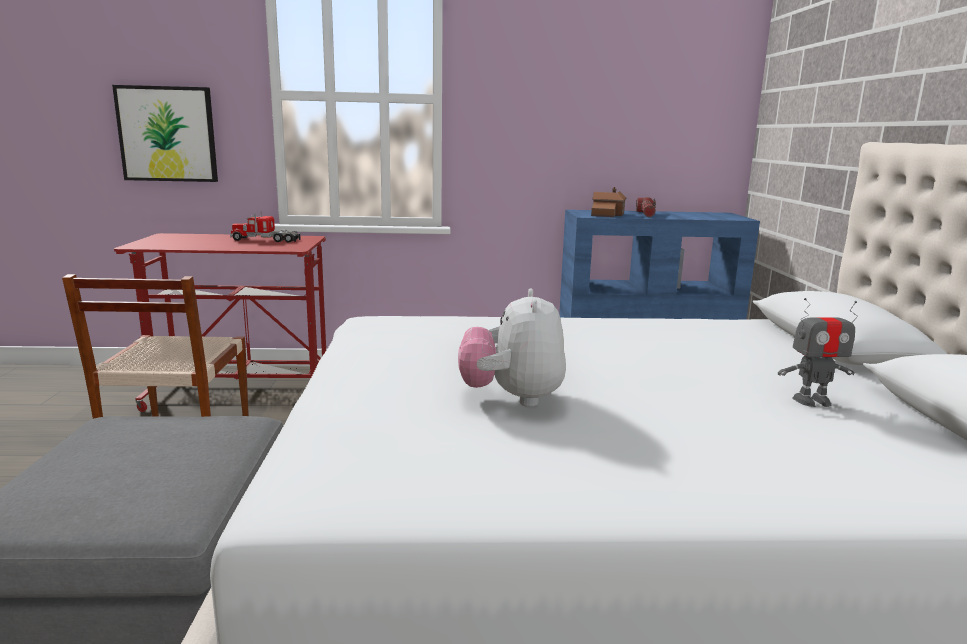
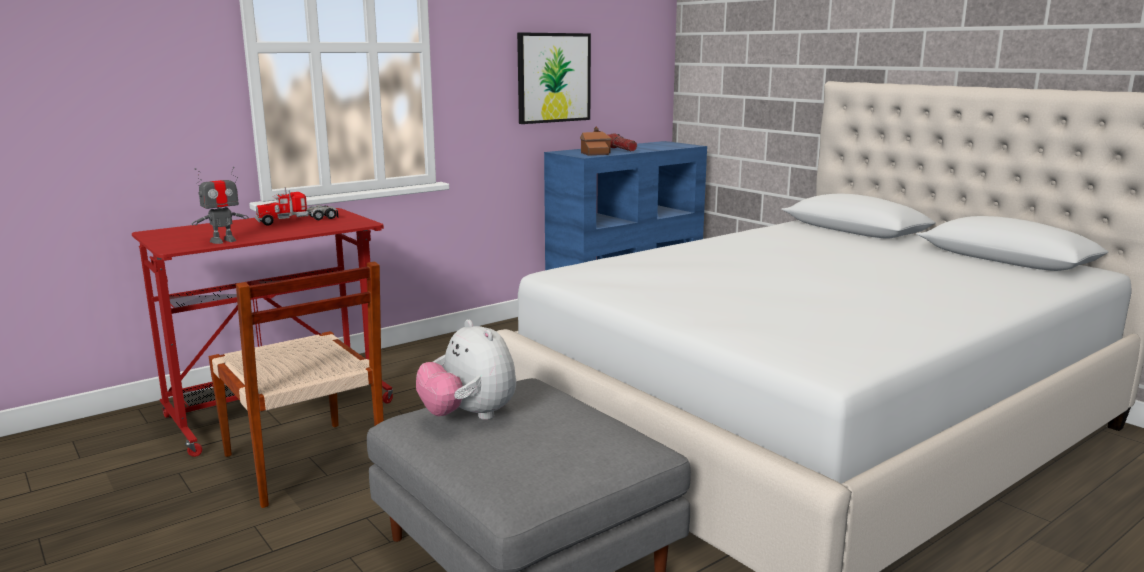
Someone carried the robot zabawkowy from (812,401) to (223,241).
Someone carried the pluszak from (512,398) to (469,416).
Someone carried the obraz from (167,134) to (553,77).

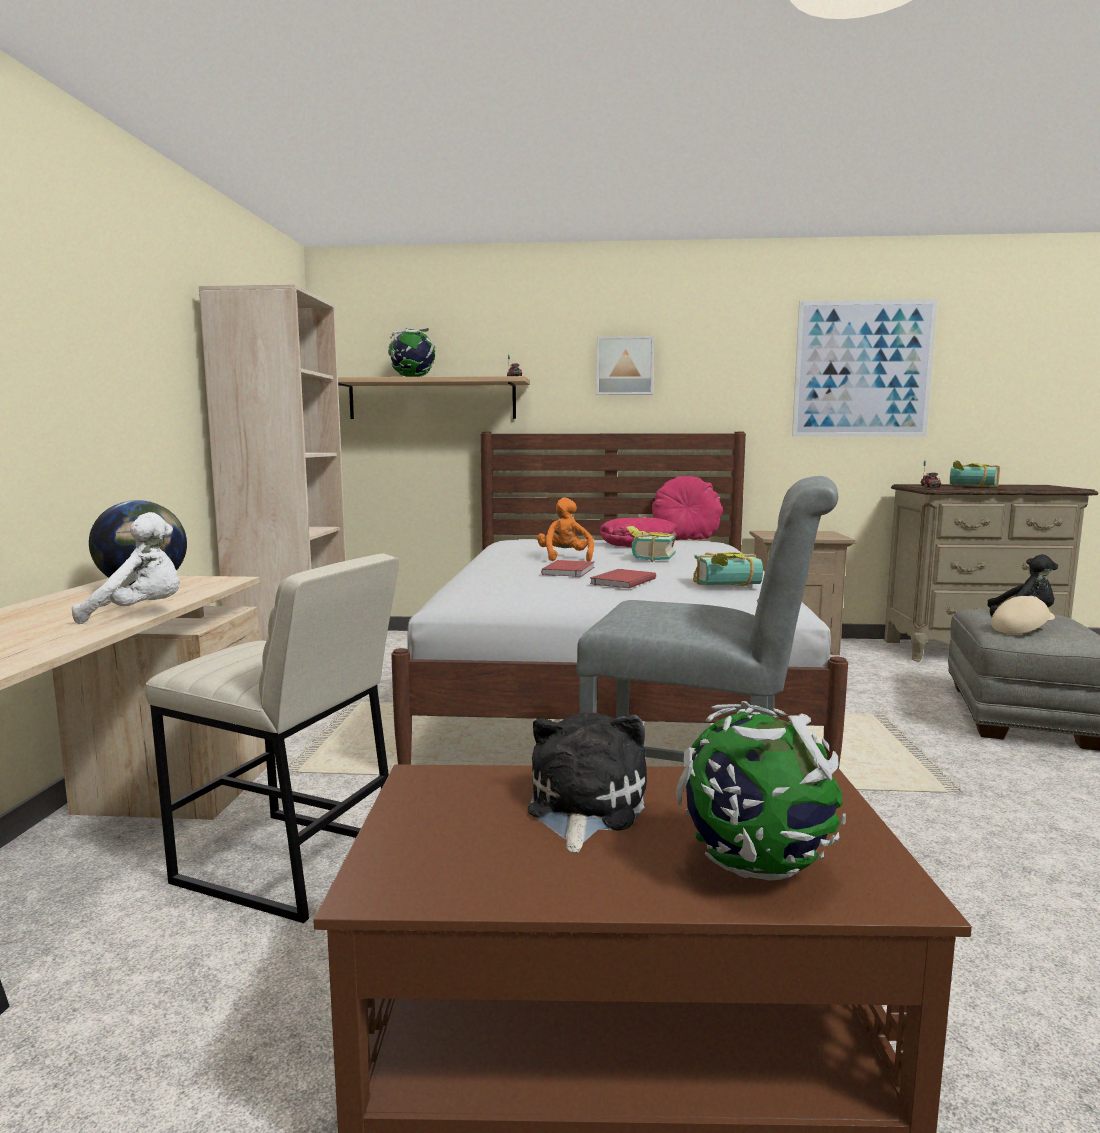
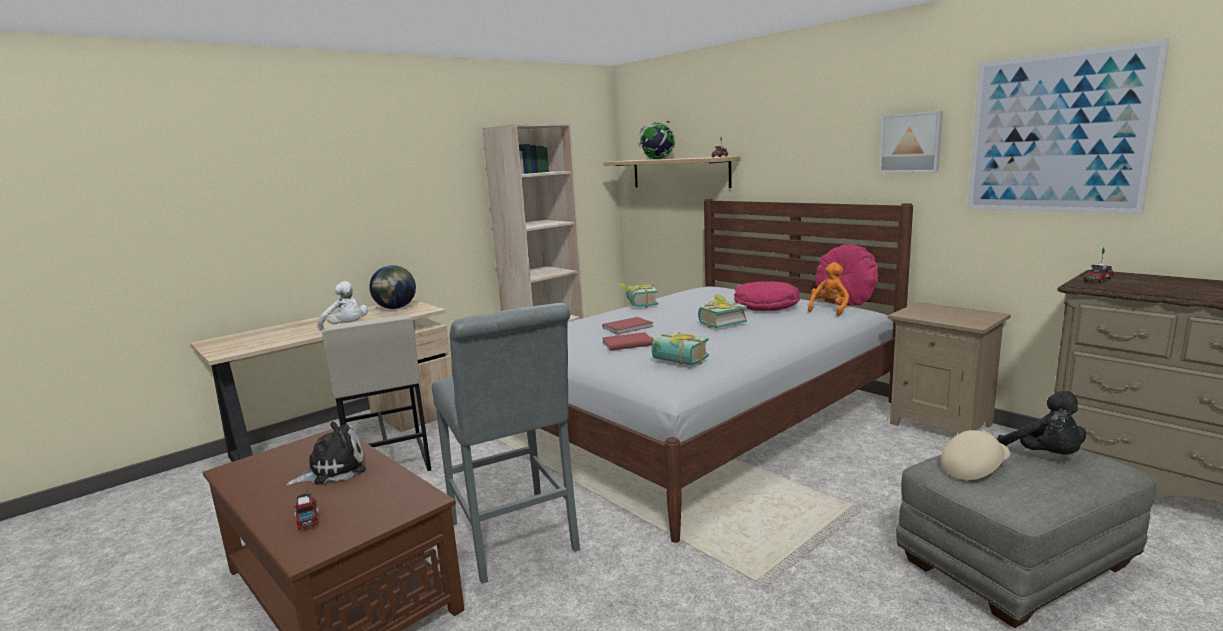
Someone swapped the globus at (754,865) for the ciężarówka zabawkowa at (307,518).
Someone carried the książka from (972,486) to (638,304).
Someone carried the pluszak/pomarańczowy from (565,558) to (829,309).
Someone carried the obraz from (624,366) to (911,142).
Someone rotated the czapka z daszkiem/beżowy at (1021,630) by 45 degrees counterclockwise.

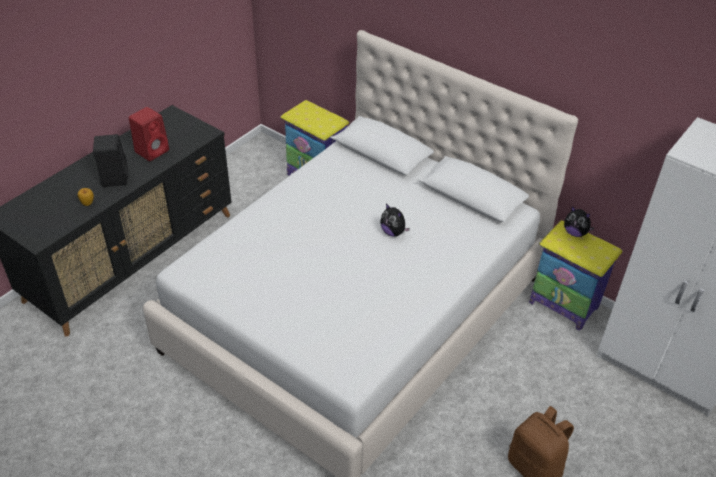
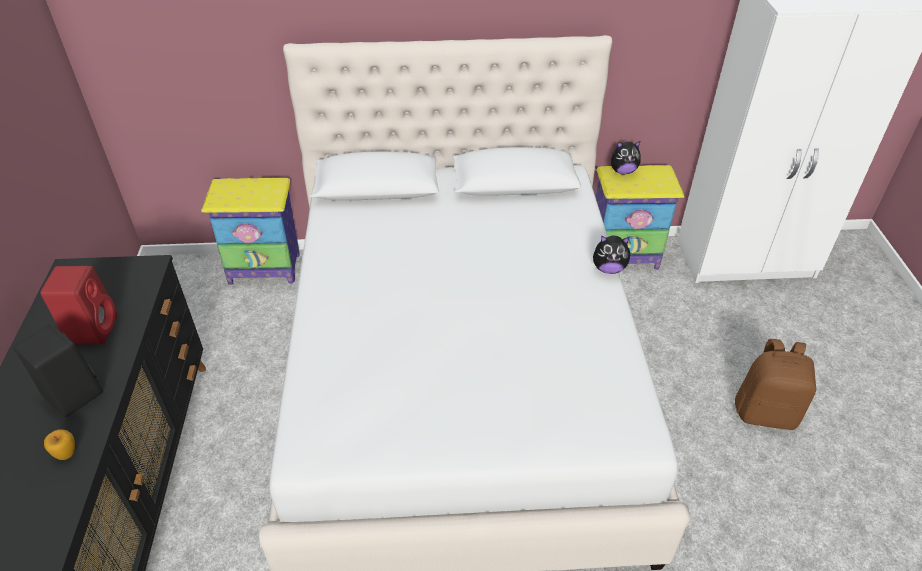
Someone carried the pluszak from (393,232) to (608,269).

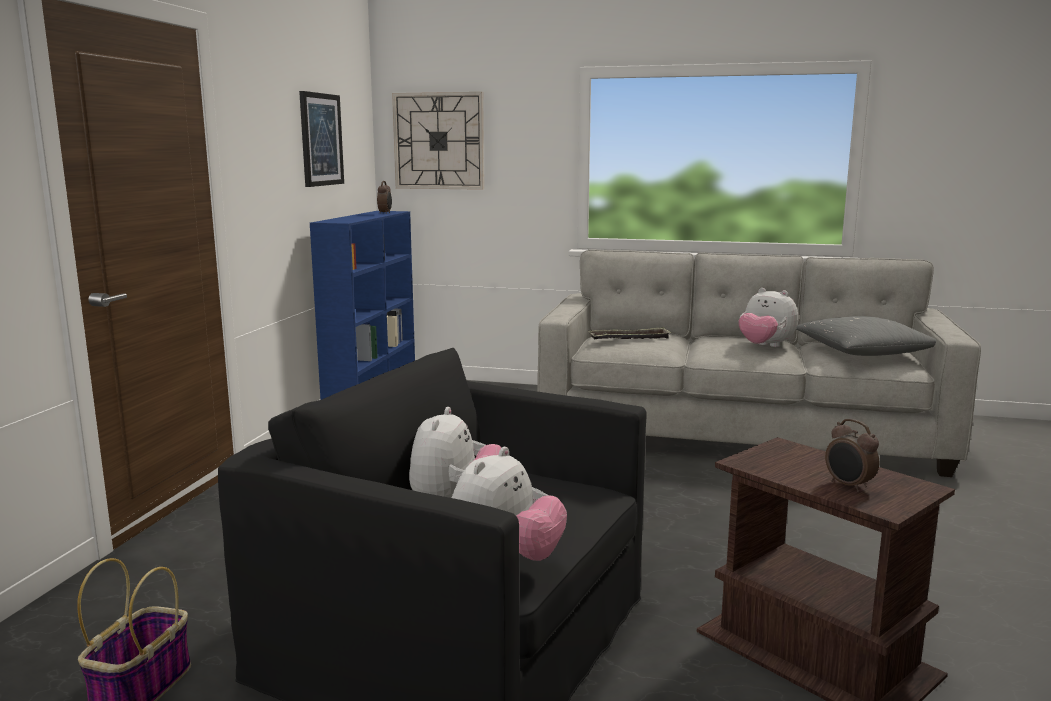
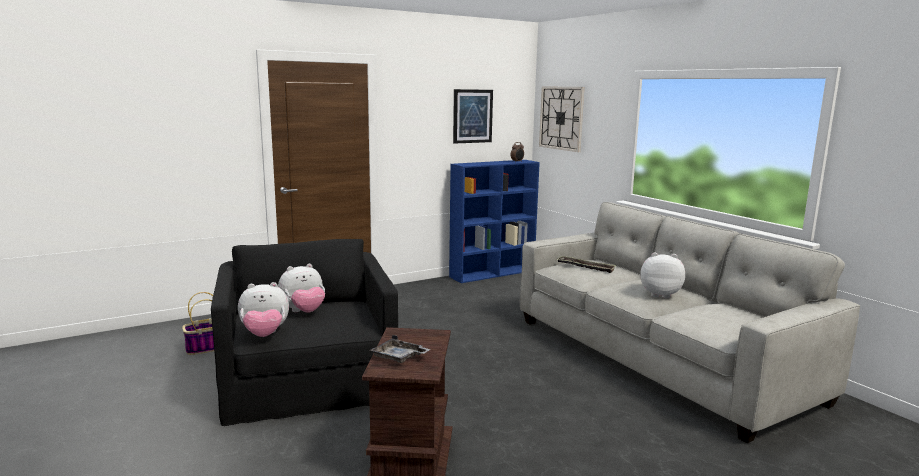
Someone swapped the budzik at (848,486) for the taca/szary at (399,357).
Someone rotated the pluszak at (765,346) by 105 degrees clockwise.
Someone took away the poduszka/szary at (862,352).

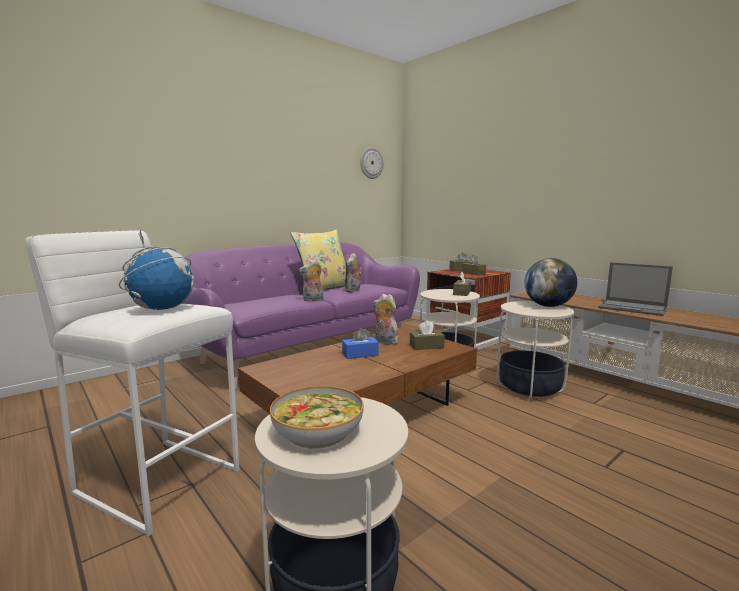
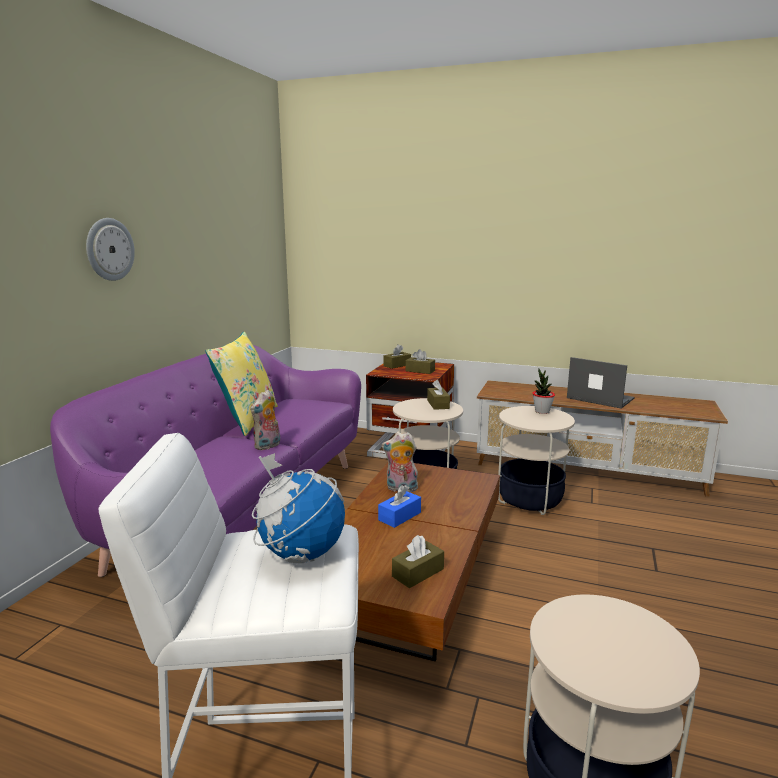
Someone carried the zegar ścienny from (371,163) to (109,249).
Someone carried the pudełko chusteczek/brązowy from (426,346) to (418,573).
Someone swapped the globus at (548,306) for the roślina doniczkowa at (542,411).
Someone rotated the laptop at (633,308) by 150 degrees counterclockwise.
Someone took away the miska at (317,431).
Someone took away the pluszak at (353,290).

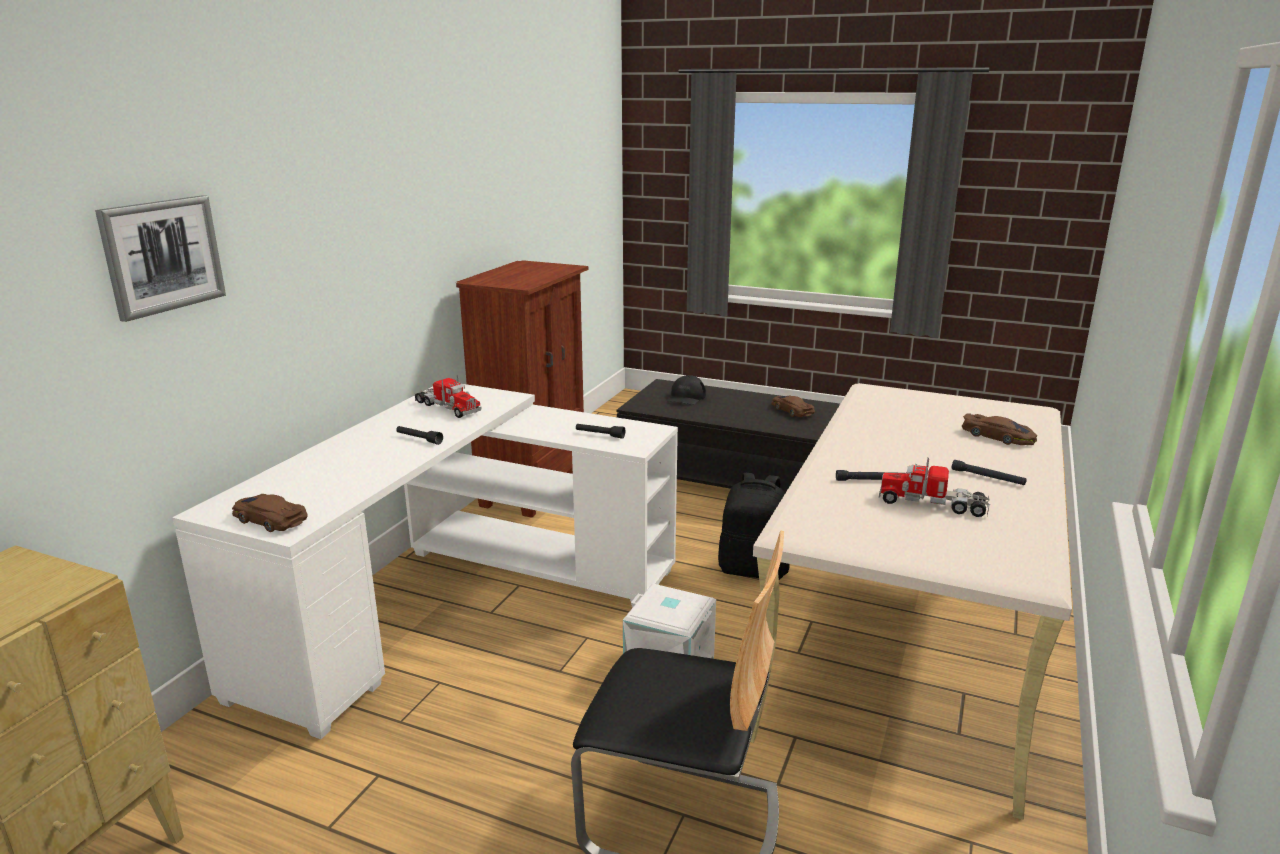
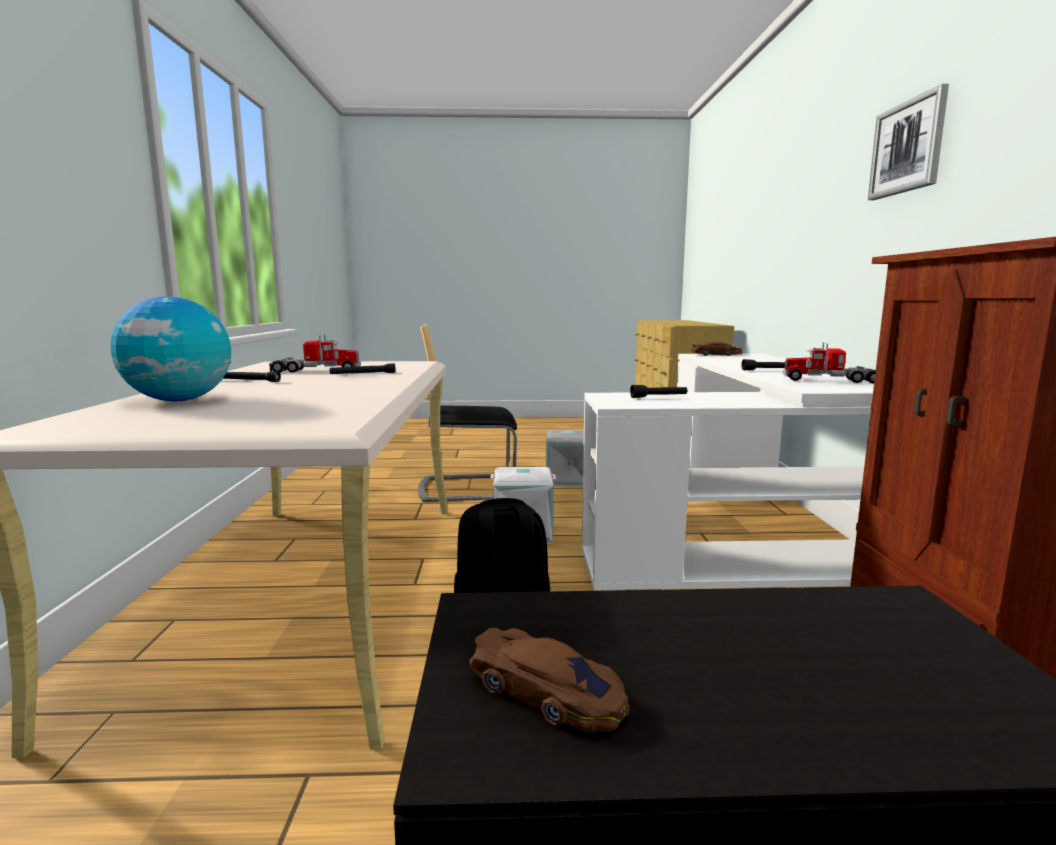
Someone swapped the samochodzik/brązowy at (998,436) for the globus at (179,400).
Someone put down the pojemnik do przechowywania/szary at (569,479).
Someone carried the obraz from (162,255) to (907,147).
Someone took away the czapka z daszkiem/czarny at (686,397).

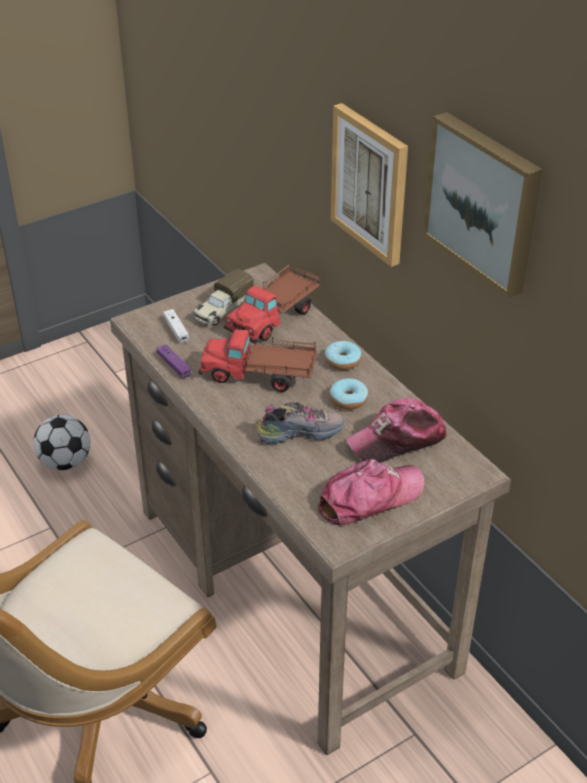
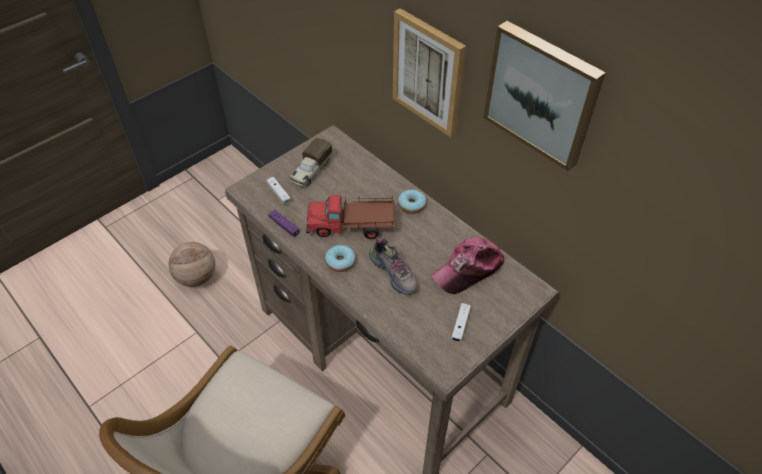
Someone swapped the piłka futbolowa at (65,462) for the piłka do koszykówki at (197,277).
Someone carried the donut from (348,399) to (340,262).
Someone rotated the but at (300,432) by 75 degrees clockwise.
Someone swapped the czapka z daszkiem at (369,498) for the pad do gier/biały at (460,325).
Someone took away the ciężarówka zabawkowa at (274,316).

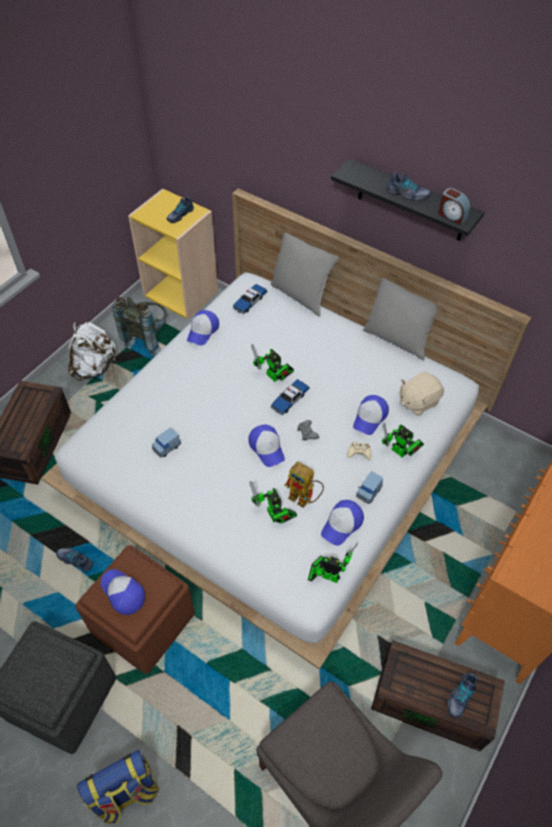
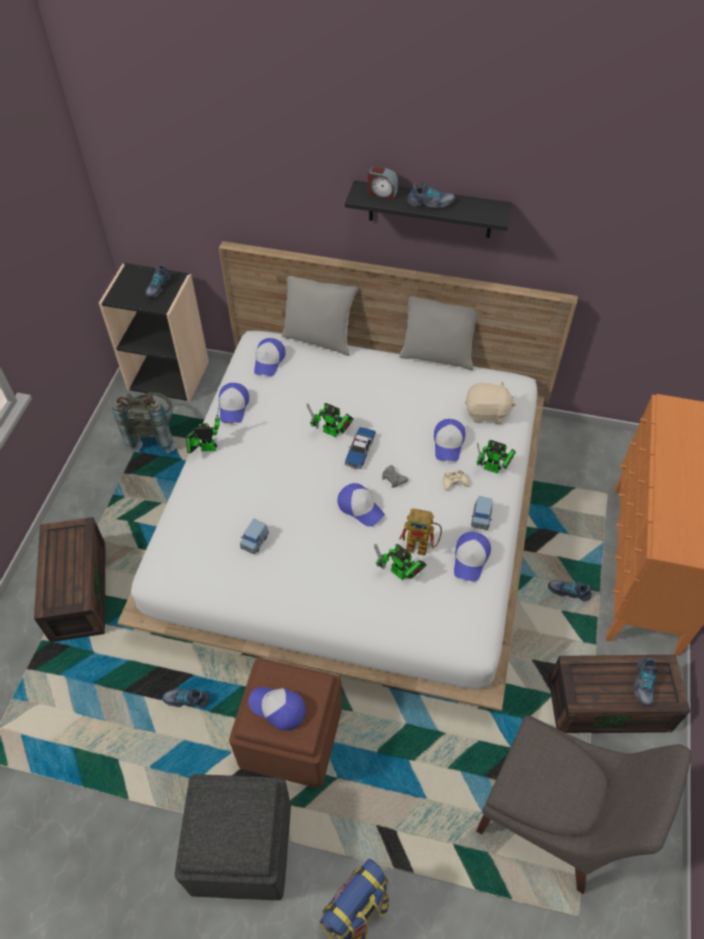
Someone repainted the regał/żółty at (182,293), which became the regał/czarny at (169,375).
Someone carried the robot zabawkowy from (327,575) to (206,448).
Someone swapped the samochodzik at (250,302) for the czapka z daszkiem at (269,361).
Someone carried the budzik from (452,215) to (382,192).
Someone rotated the pluszak/beżowy at (418,401) by 120 degrees counterclockwise.
Someone put down the but at (568,591).
Someone took away the plecak/biały at (94,367).

